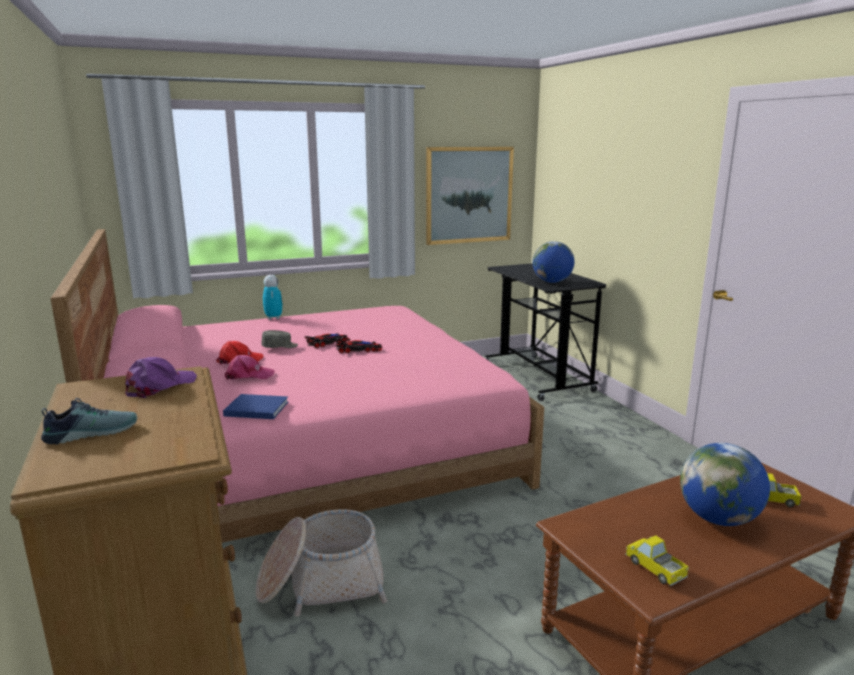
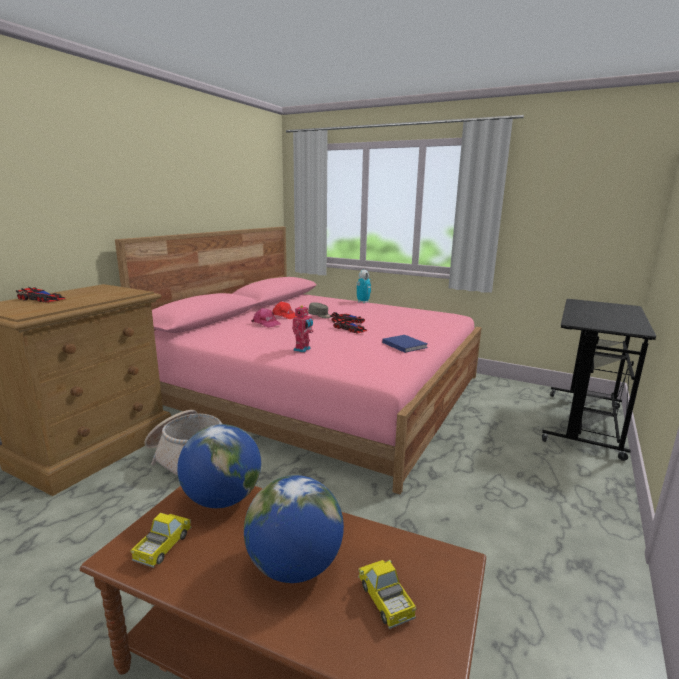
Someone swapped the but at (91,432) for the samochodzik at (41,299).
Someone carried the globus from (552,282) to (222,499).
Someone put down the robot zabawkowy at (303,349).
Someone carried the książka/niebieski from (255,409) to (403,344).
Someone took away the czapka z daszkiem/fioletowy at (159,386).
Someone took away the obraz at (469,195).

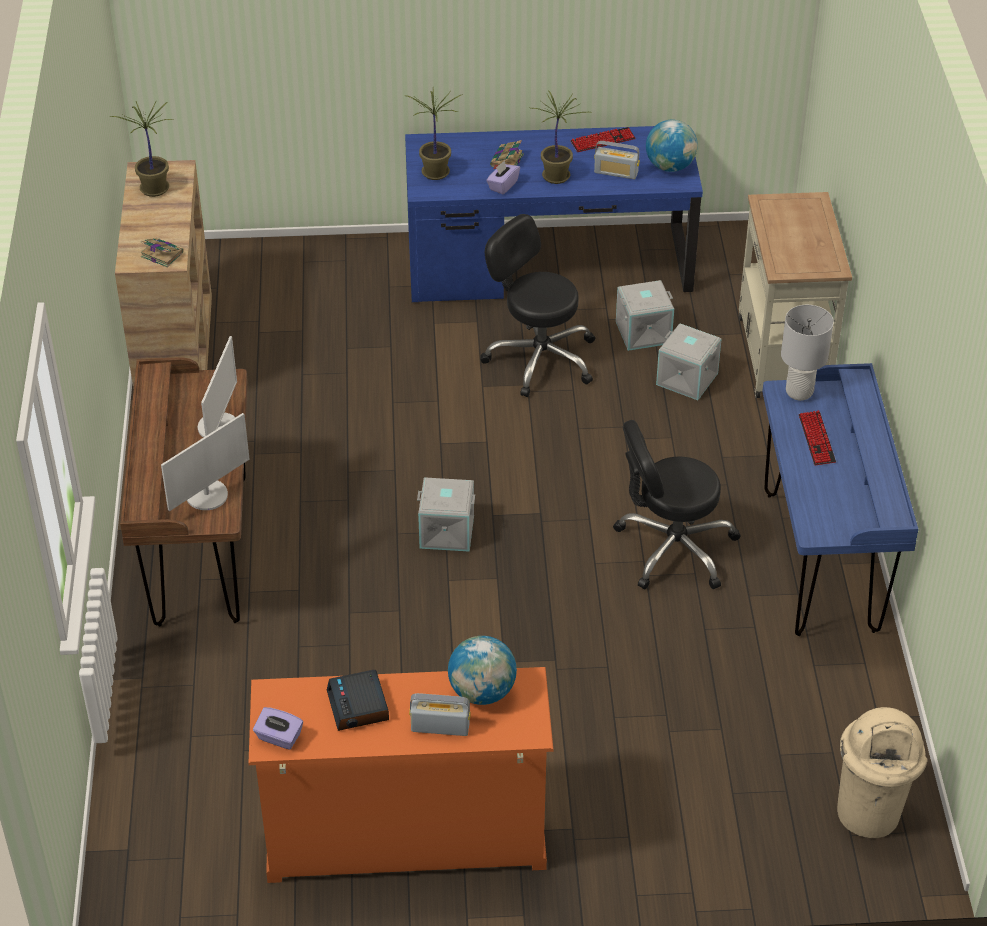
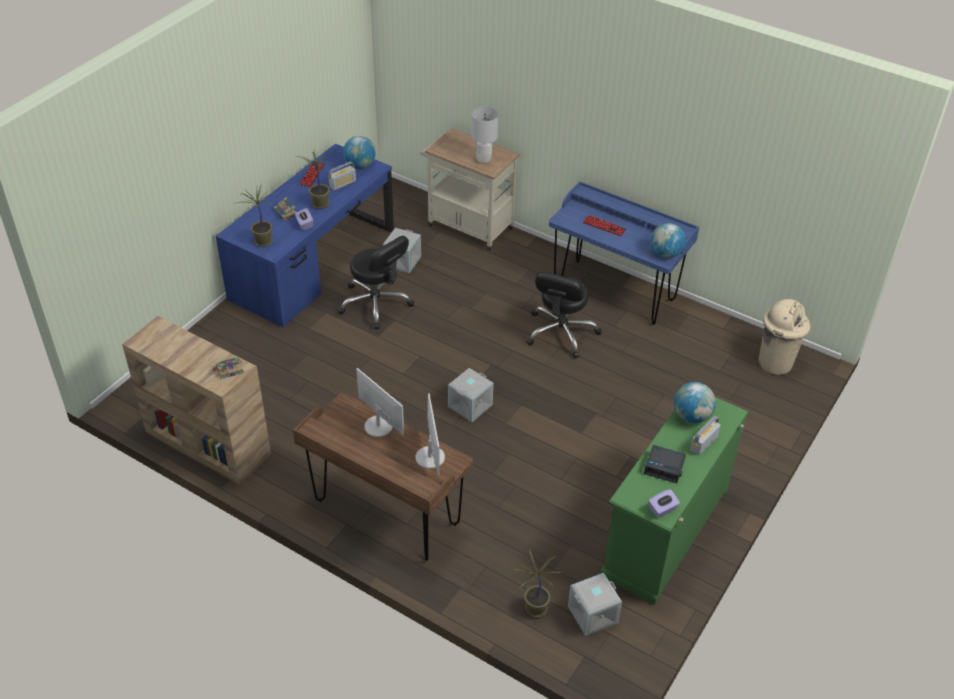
Someone rotated the krzesło biurowe/czarny at (536,356) by 120 degrees counterclockwise.
Someone carried the lampa stołowa/szary from (799,394) to (484,160).
Someone carried the roślina doniczkowa from (153,188) to (535,609).
Someone carried the pojemnik do przechowywania/szary from (686,379) to (593,615).
Someone repainted the szafka/pomarańczowy at (405,836), which became the szafka/zielony at (665,531).
Someone put down the globus at (665,254).

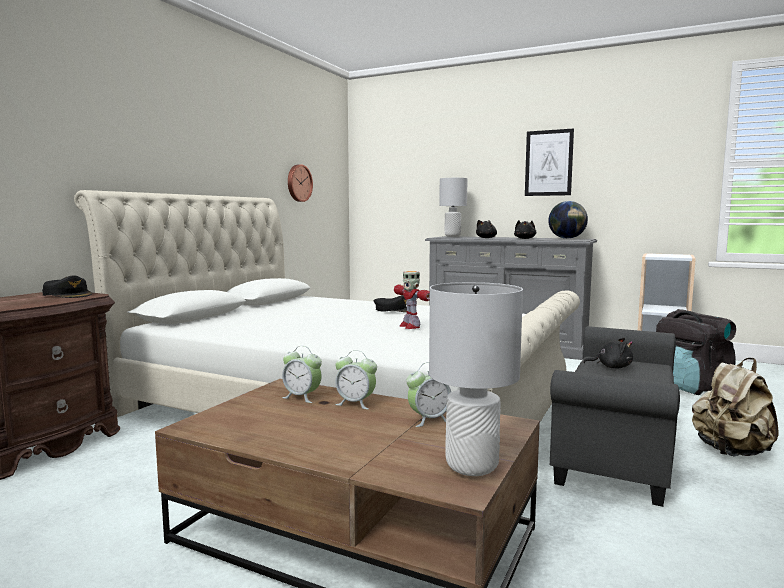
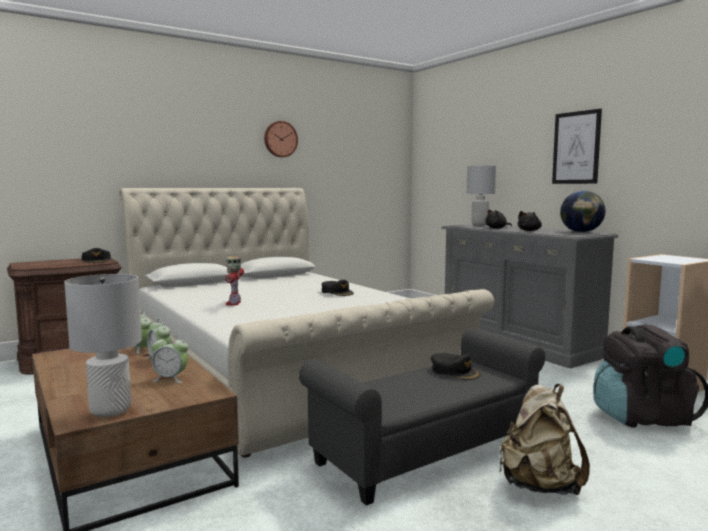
Someone carried the robot zabawkowy from (410,326) to (234,303).
Someone carried the zegar ścienny from (298,183) to (280,139).
Someone swapped the pluszak/czarny at (611,367) for the czapka z daszkiem/czarny at (455,372).

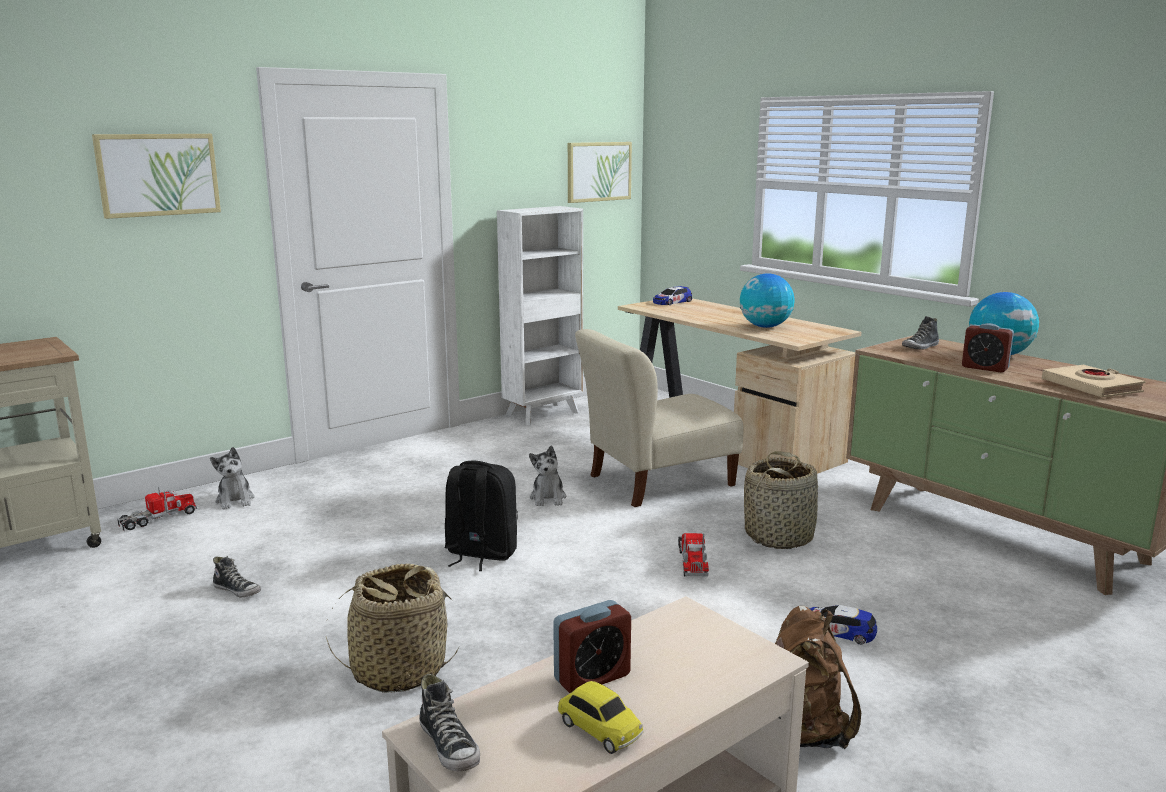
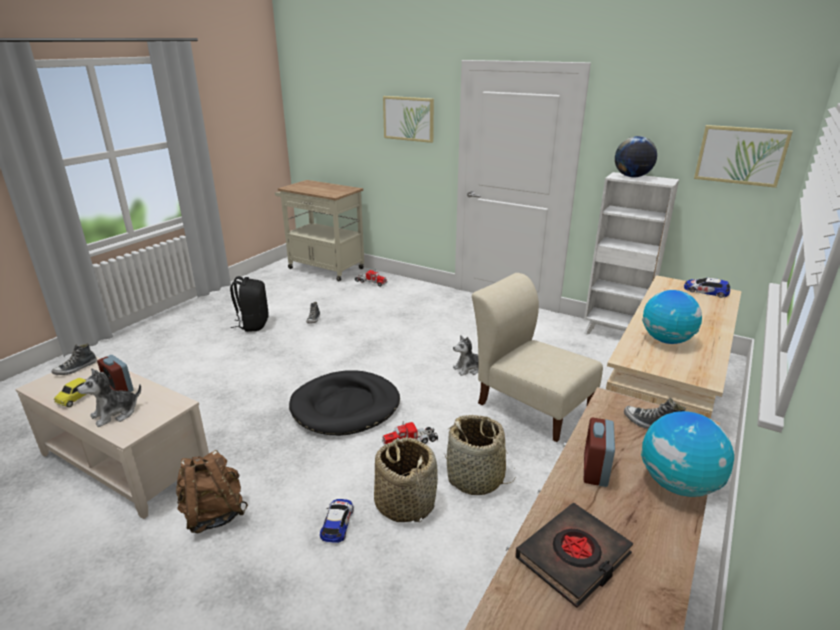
Someone carried the pluszak from (235,500) to (115,414).
Someone carried the plecak/czarny from (480,554) to (253,324).
Someone put down the legowisko/czarny at (346,406).
Someone carried the koszyk from (398,670) to (405,502).
Someone repainted the książka/beżowy at (1091,387), which became the książka/czarny at (573,557).
Someone put down the globus at (632,177).

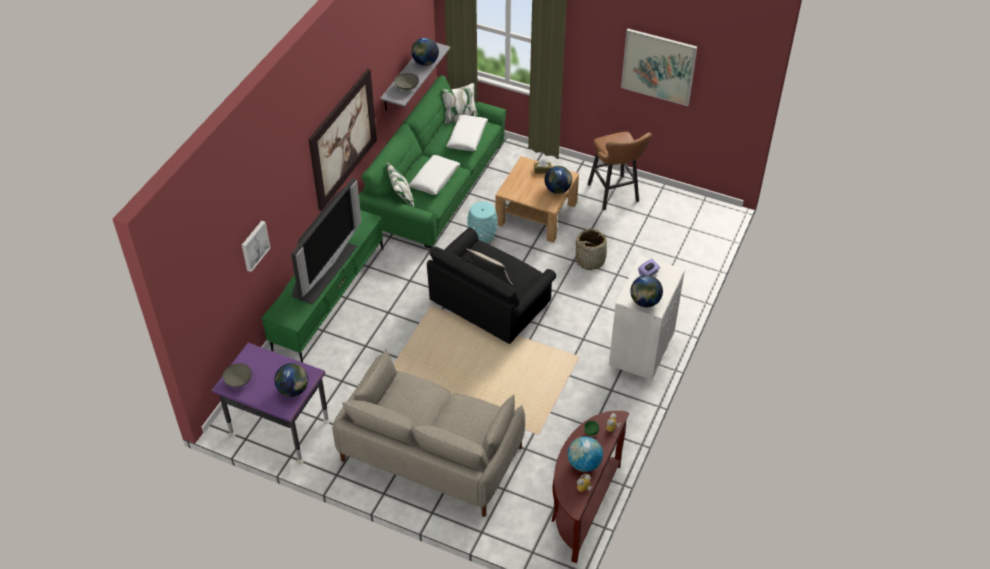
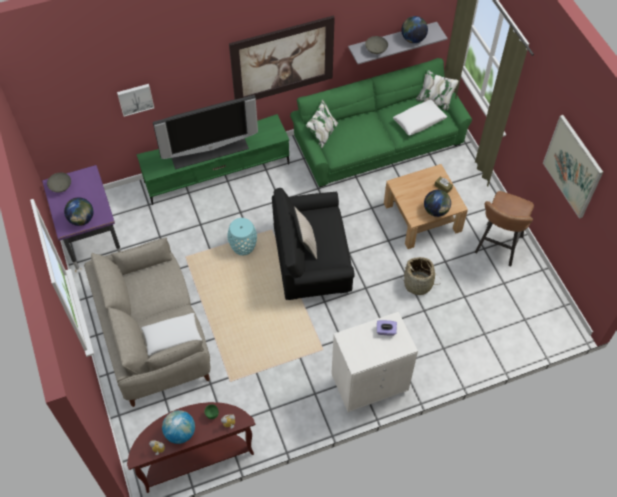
Someone carried the poduszka/biały from (434,179) to (172,337).
Someone carried the stołek/turkusowy from (482,235) to (243,246).
Someone took away the globus at (645,302).

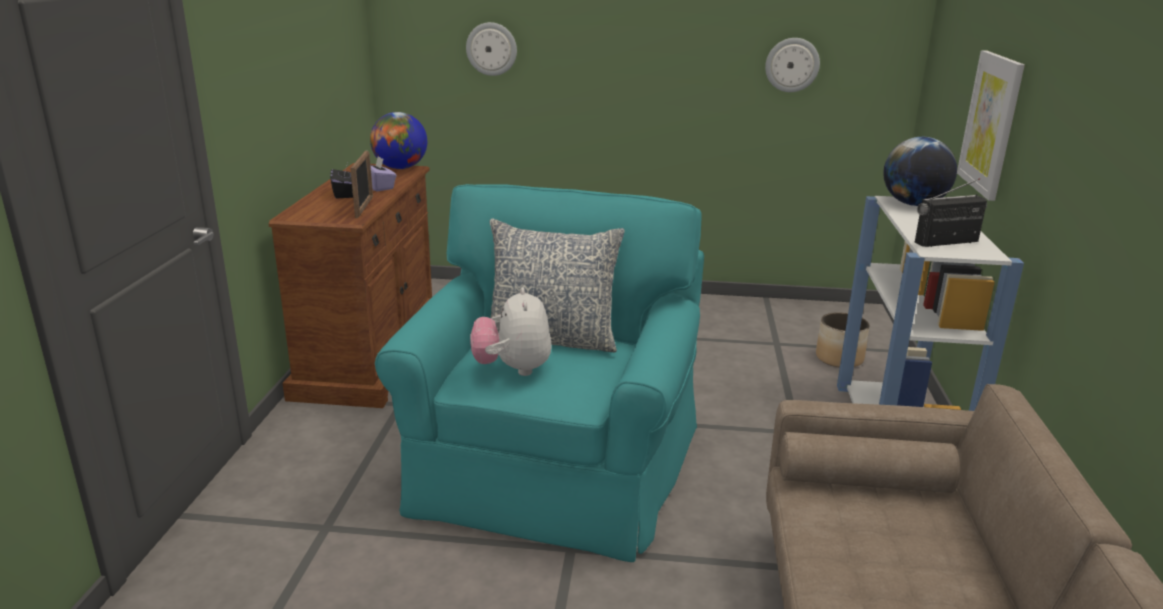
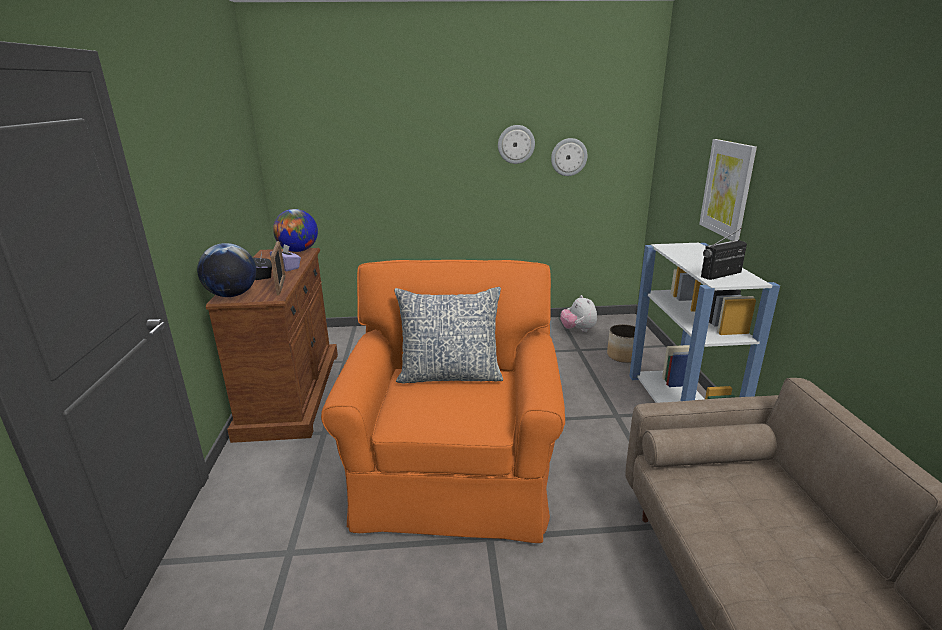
Someone carried the globus from (914,204) to (232,295).
Someone repainted the fotel/turkusowy at (551,470), which became the fotel/pomarańczowy at (454,472).
Someone carried the zegar ścienny from (491,49) to (516,144).
Someone carried the pluszak from (513,369) to (578,330).

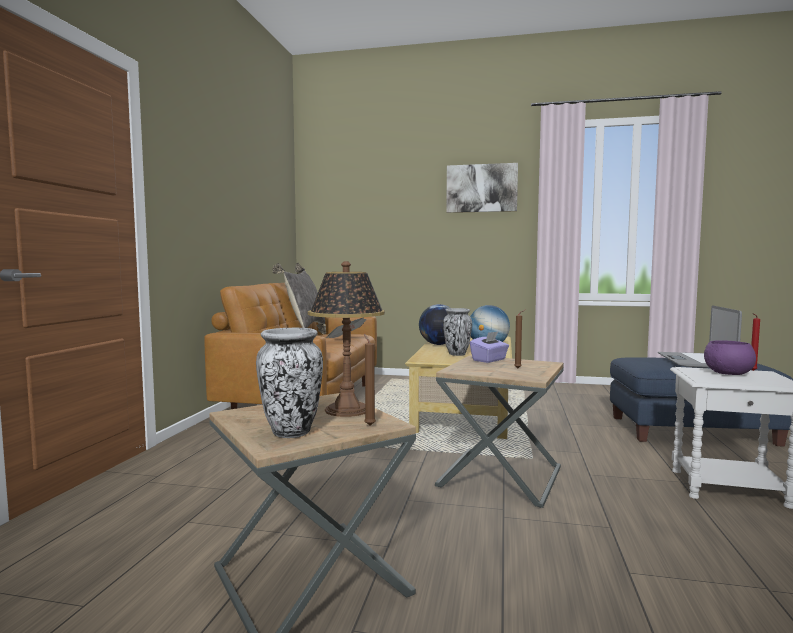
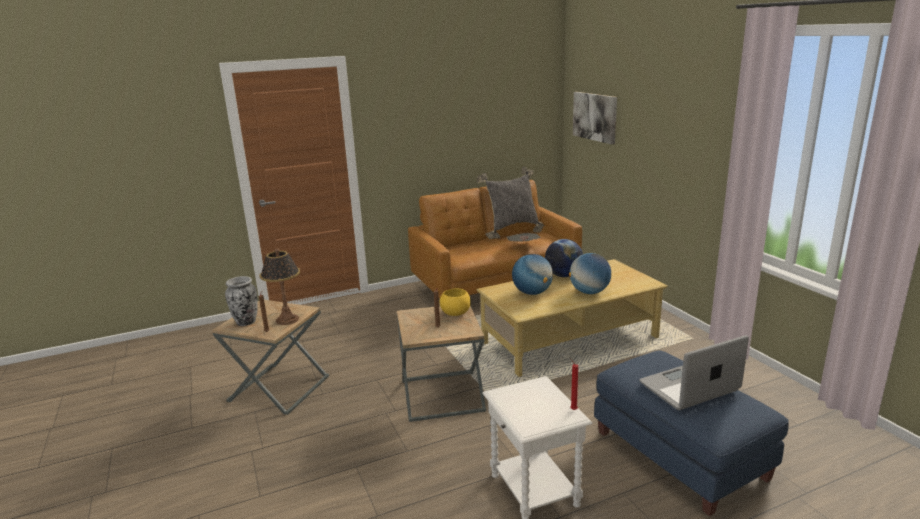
Someone swapped the pudełko chusteczek/fioletowy at (489,360) for the miska/żółty at (456,313).
Someone swapped the wazon at (456,354) for the globus at (532,293).
Someone carried the obraz from (481,188) to (595,117).
Someone took away the miska/fioletowy at (727,373).

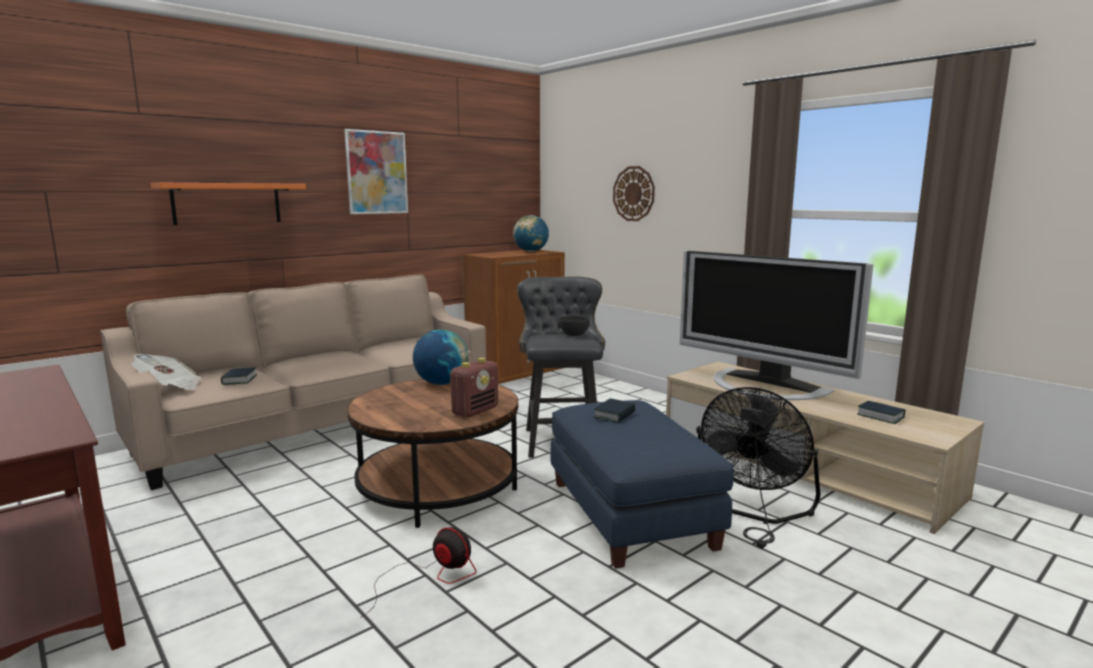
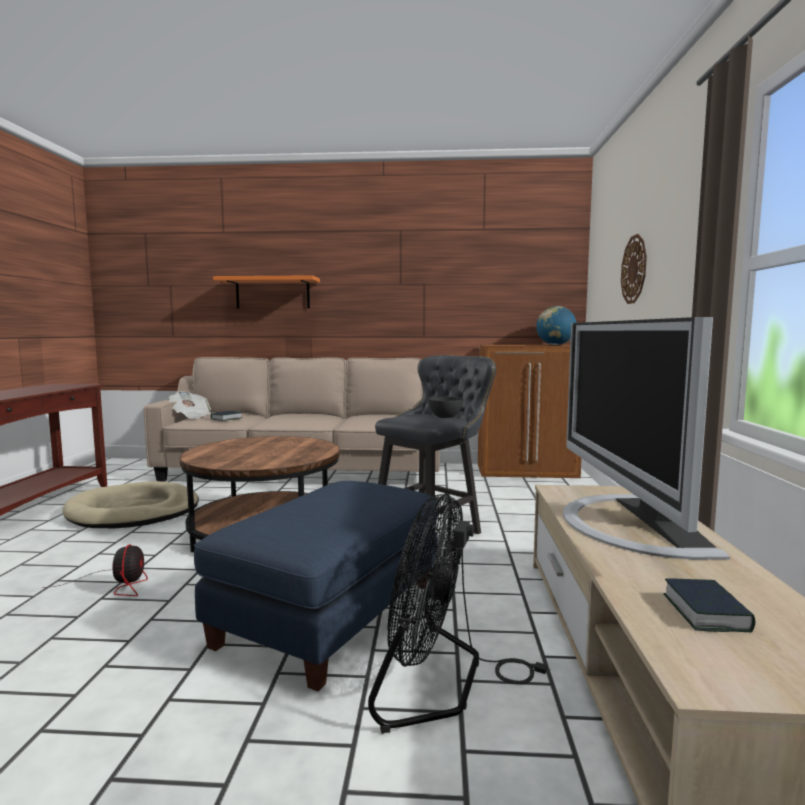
Someone put down the legowisko/beżowy at (133,511).
Someone rotated the wentylator/czarny at (750,511) by 150 degrees counterclockwise.
Someone took away the obraz at (376,172).
Someone took away the globus at (441,383).
Someone took away the radio at (475,411).
Someone took away the książka at (614,415).

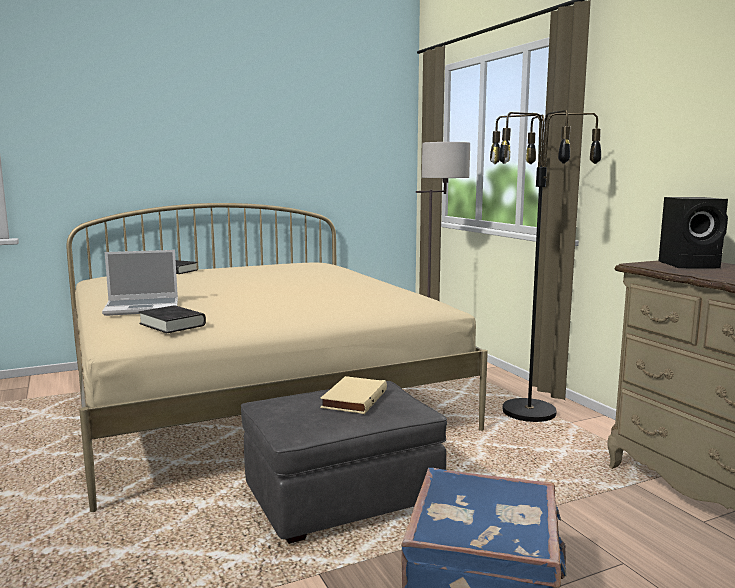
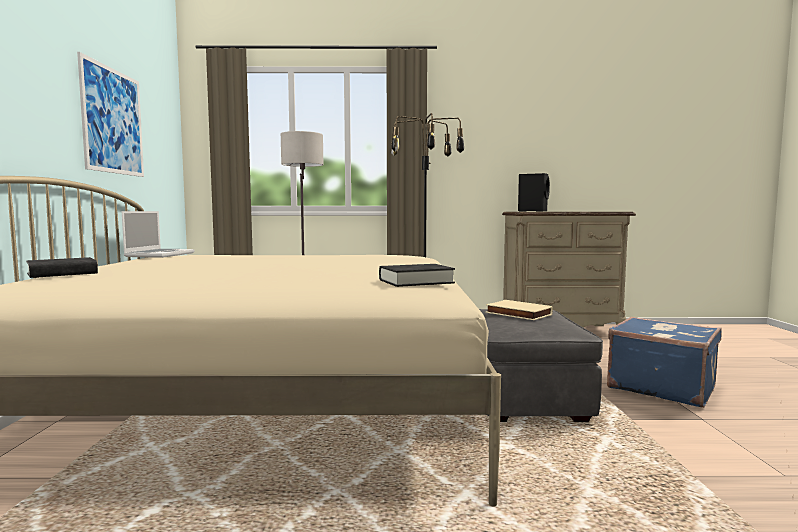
Someone put up the obraz at (113,121).
Someone carried the laptop from (143,308) to (160,255).

